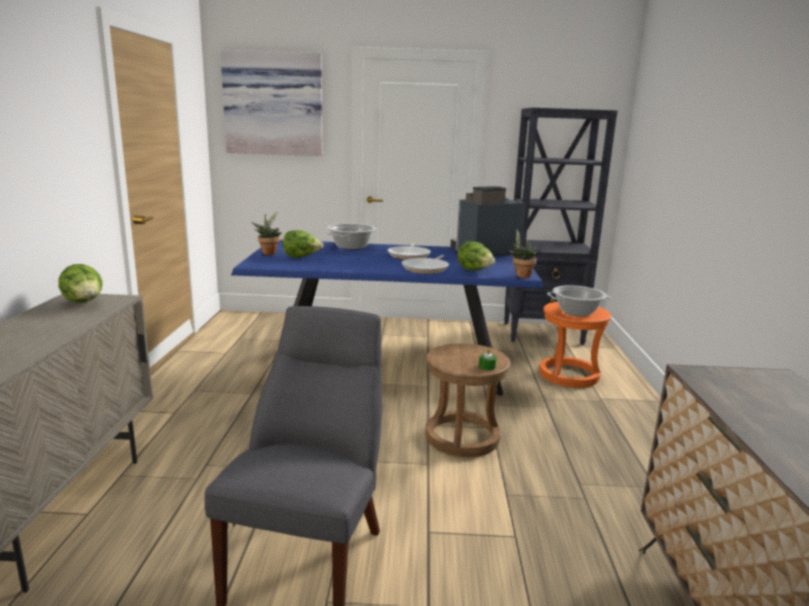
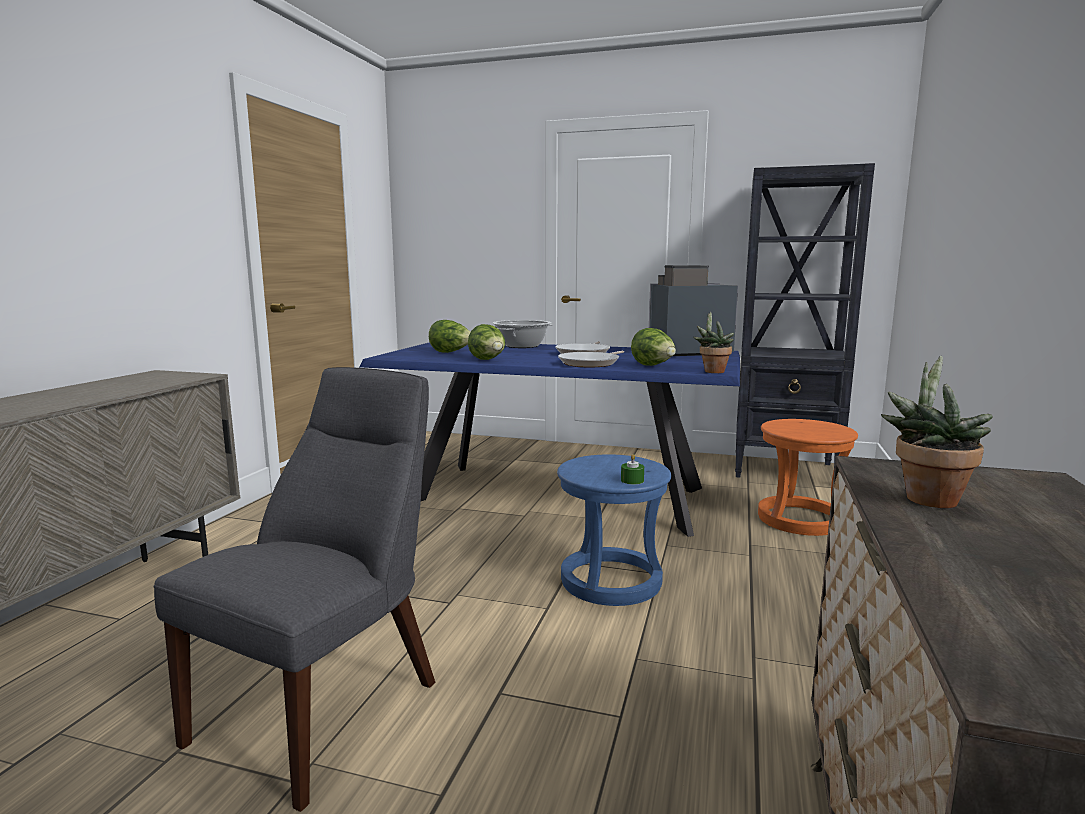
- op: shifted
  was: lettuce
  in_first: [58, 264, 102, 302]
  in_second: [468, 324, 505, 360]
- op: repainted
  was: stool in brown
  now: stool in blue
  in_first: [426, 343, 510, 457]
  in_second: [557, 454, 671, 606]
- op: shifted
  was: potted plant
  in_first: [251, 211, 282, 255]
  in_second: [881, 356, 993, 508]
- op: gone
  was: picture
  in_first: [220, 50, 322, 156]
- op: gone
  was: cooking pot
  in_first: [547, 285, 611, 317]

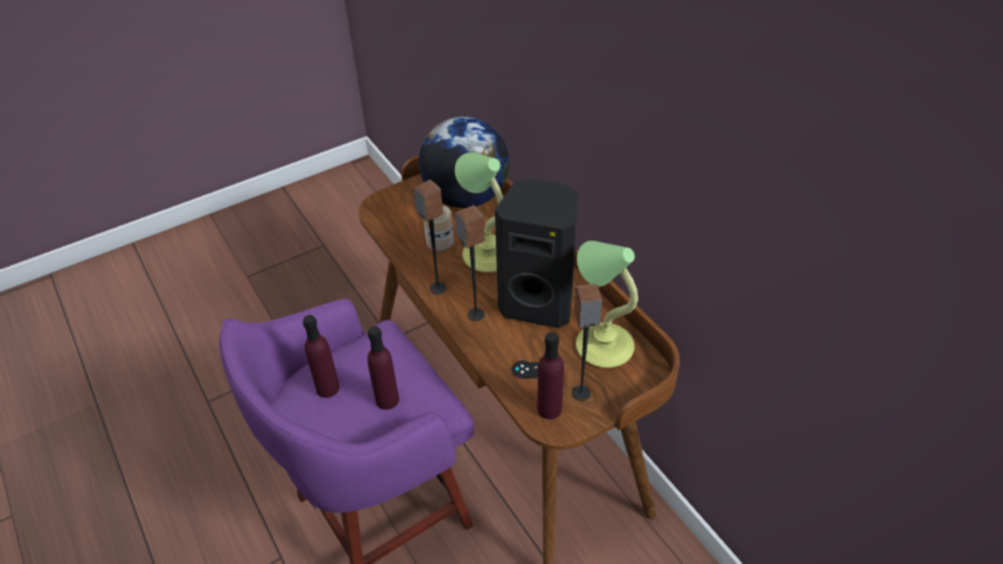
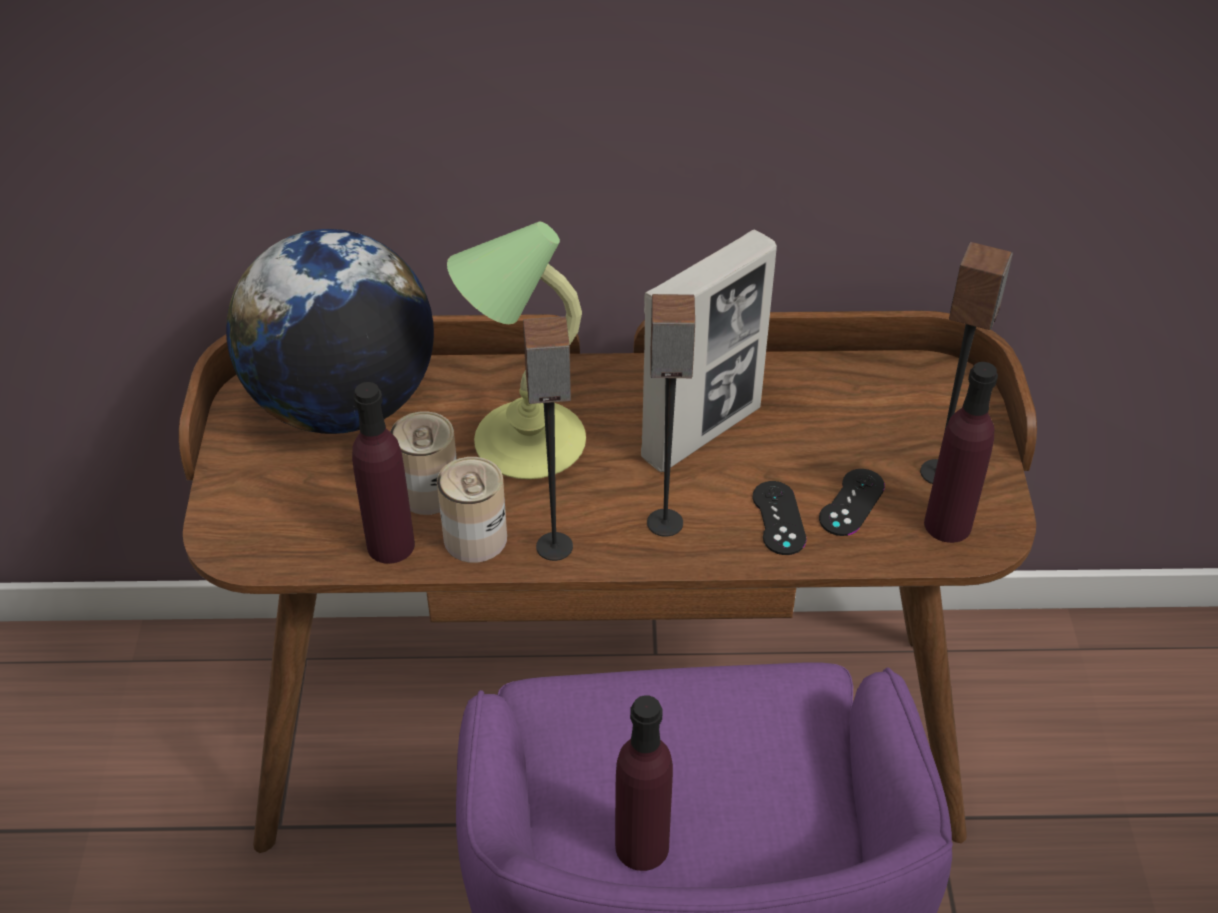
- op: shifted
  was: bottle in purple
  in_first: [367, 326, 399, 410]
  in_second: [352, 382, 415, 564]
- op: new
  now: can
  in_second: [437, 457, 507, 563]
- op: swapped
  was: speaker in black
  now: picture frame
  in_first: [495, 178, 578, 328]
  in_second: [641, 229, 777, 472]
- op: new
  now: game controller in black
  in_second: [753, 481, 806, 555]
- op: gone
  was: table lamp
  in_first: [576, 241, 638, 368]

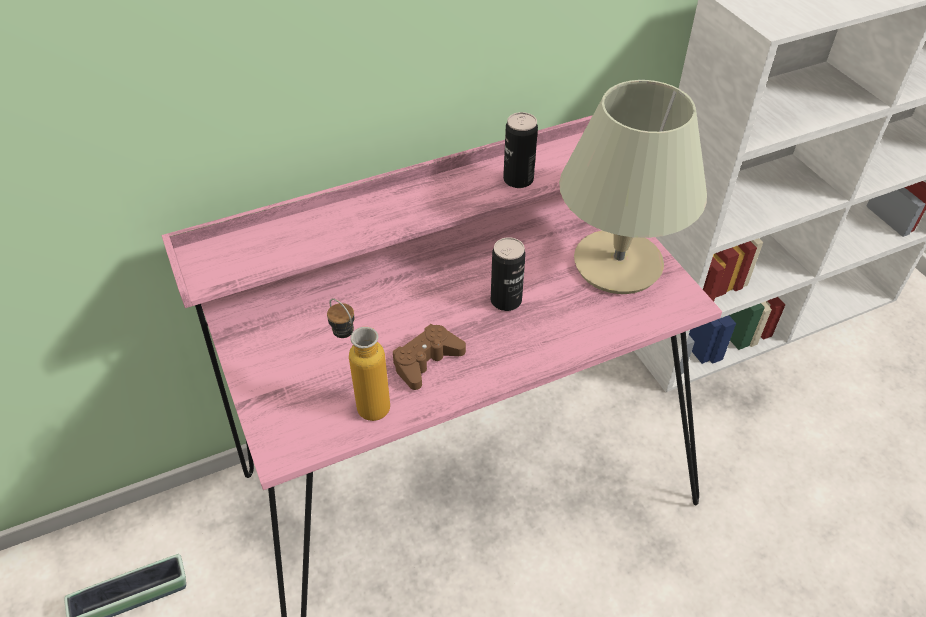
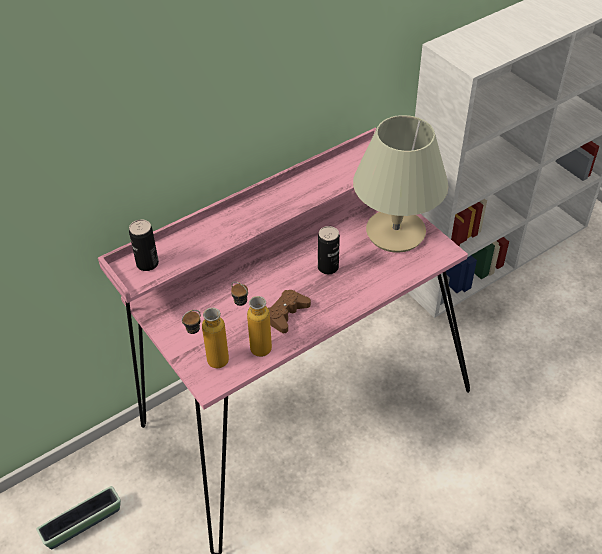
- op: shifted
  was: can
  in_first: [503, 112, 538, 188]
  in_second: [129, 219, 159, 271]
- op: new
  now: bottle
  in_second: [182, 308, 229, 368]

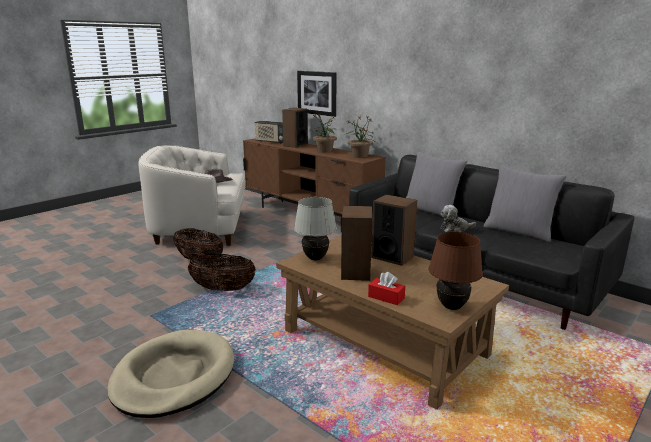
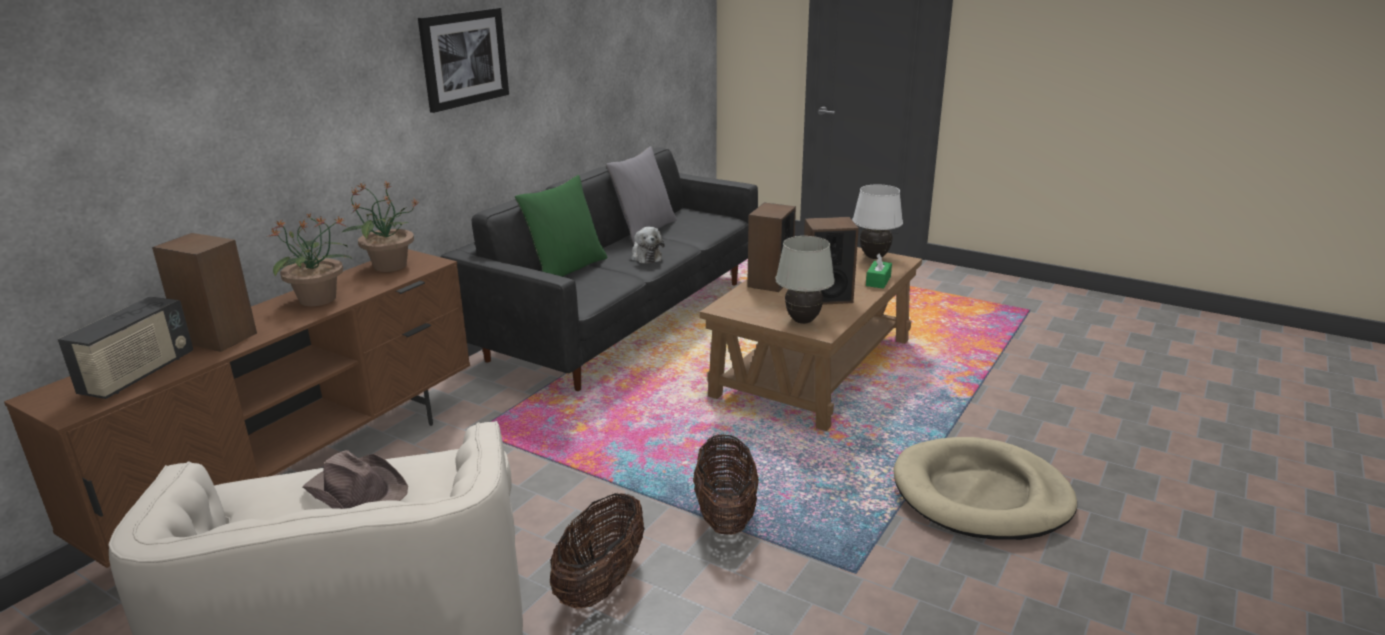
- op: shifted
  was: picture
  in_first: [297, 71, 337, 117]
  in_second: [418, 7, 509, 113]
- op: repainted
  was: pillow in grey
  now: pillow in green
  in_first: [406, 152, 467, 216]
  in_second: [515, 175, 607, 277]
- op: repainted
  was: table lamp in brown
  now: table lamp in white
  in_first: [429, 232, 483, 310]
  in_second: [852, 184, 903, 259]
- op: repainted
  was: tissue box in red
  now: tissue box in green
  in_first: [368, 272, 405, 305]
  in_second: [866, 254, 892, 289]

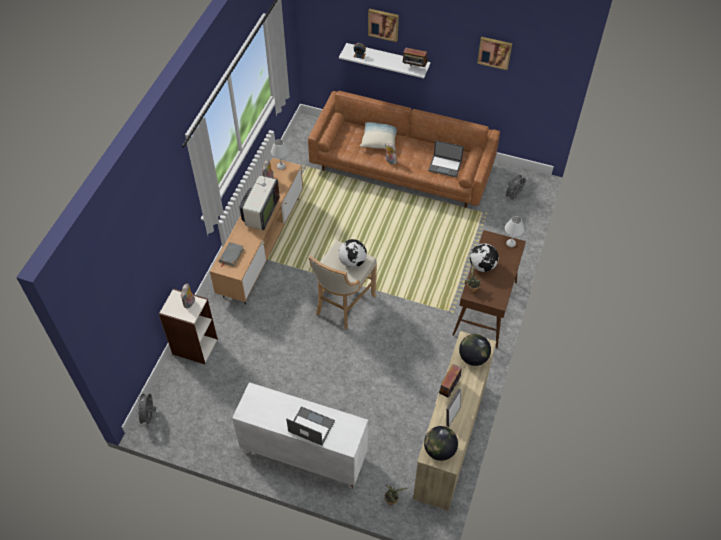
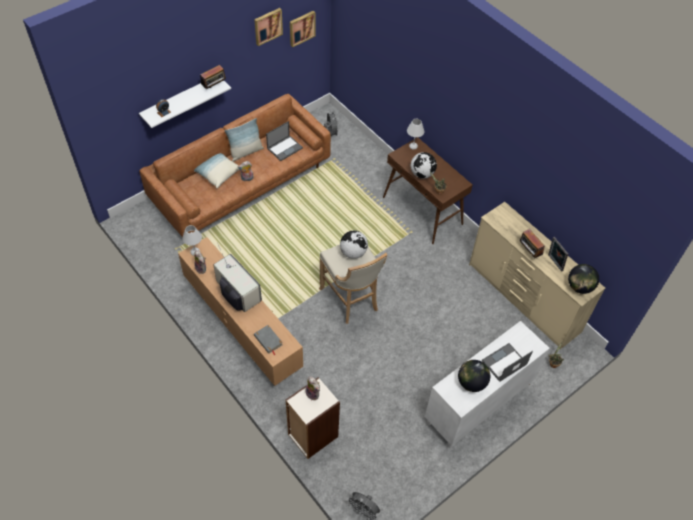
- op: new
  now: pillow
  in_second: [224, 118, 264, 162]
- op: shifted
  was: picture
  in_first: [368, 9, 399, 42]
  in_second: [290, 11, 316, 47]
- op: shifted
  was: globe
  in_first: [459, 334, 491, 366]
  in_second: [458, 360, 490, 392]

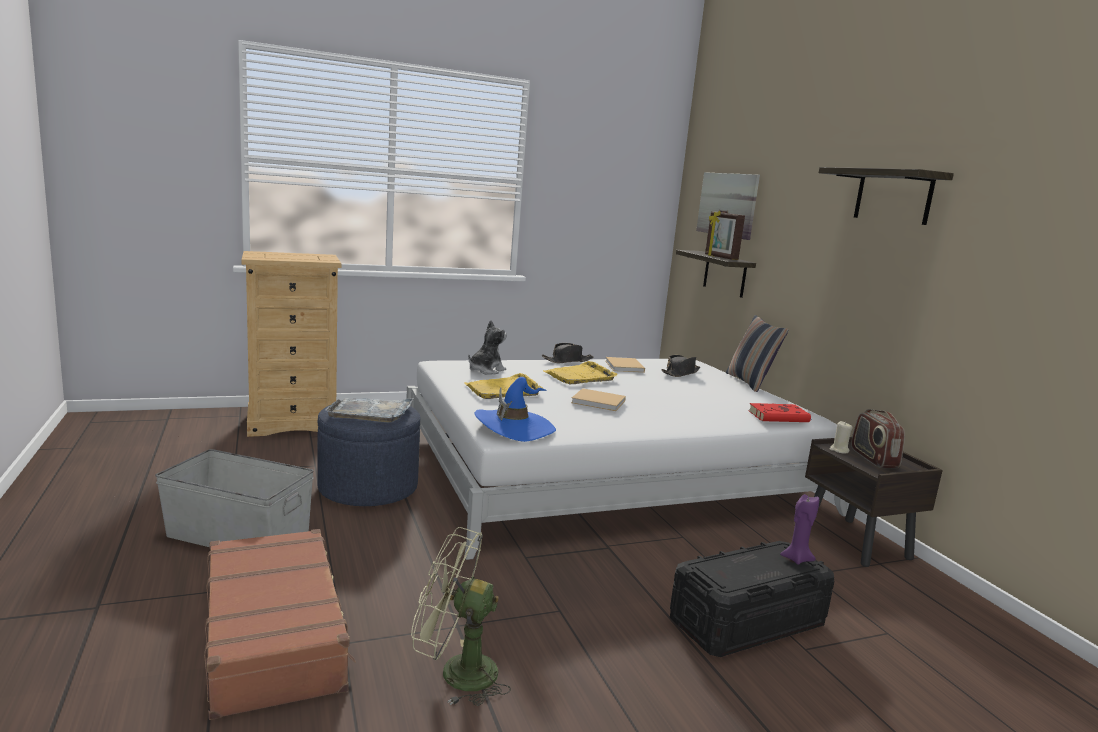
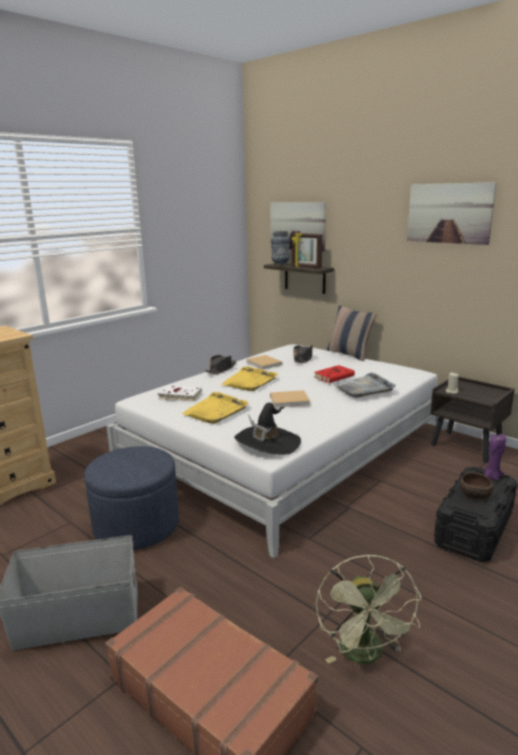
- op: swapped
  was: plush toy
  now: book in white
  in_first: [468, 320, 507, 375]
  in_second: [157, 385, 202, 402]
- op: repainted
  was: hat in blue
  now: hat in black
  in_first: [475, 377, 556, 442]
  in_second: [234, 403, 301, 455]
- op: new
  now: vase
  in_second: [271, 231, 290, 266]
- op: shifted
  was: book in red
  in_first: [748, 403, 813, 422]
  in_second: [314, 365, 355, 383]
- op: rotated
  was: fan in green
  in_first: [411, 527, 511, 706]
  in_second: [316, 554, 422, 664]
  clockwise: -75
- op: shifted
  was: tray in grey
  in_first: [325, 398, 414, 422]
  in_second: [333, 372, 396, 398]
- op: swapped
  was: shelf
  now: picture
  in_first: [819, 167, 954, 225]
  in_second: [407, 182, 497, 245]
- op: new
  now: bowl in brown
  in_second: [460, 472, 493, 500]
- op: gone
  was: radio
  in_first: [851, 409, 905, 468]

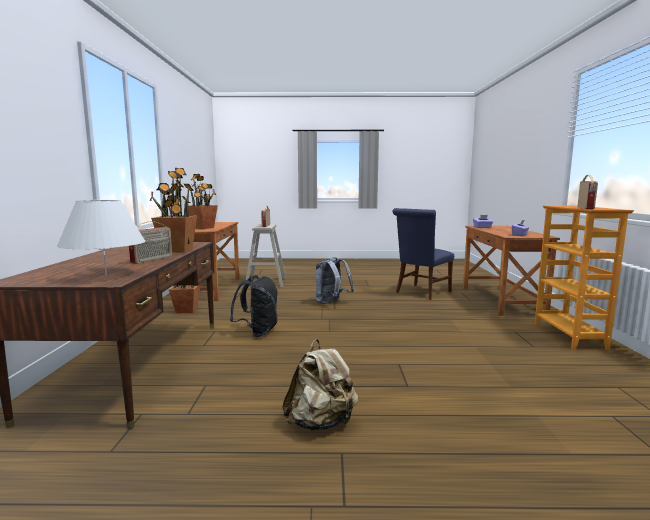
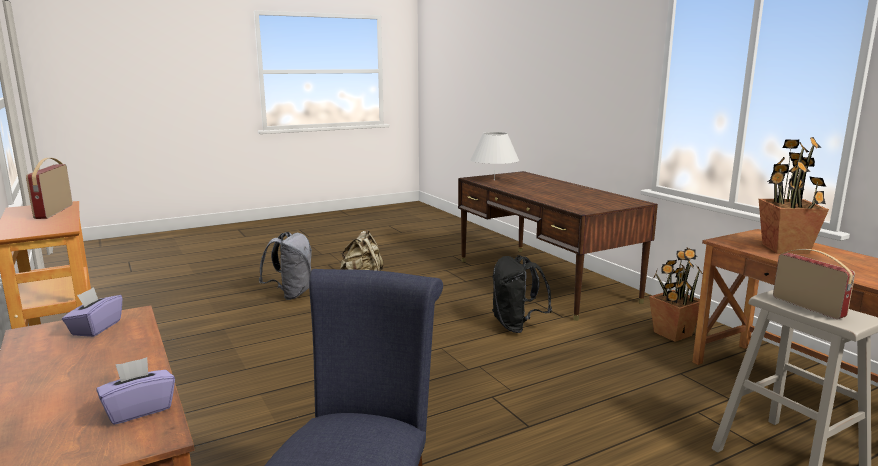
- op: shifted
  was: backpack in grey
  in_first: [316, 257, 354, 304]
  in_second: [259, 232, 312, 300]
- op: gone
  was: radio
  in_first: [129, 221, 172, 264]
- op: gone
  was: potted plant
  in_first: [150, 168, 197, 252]

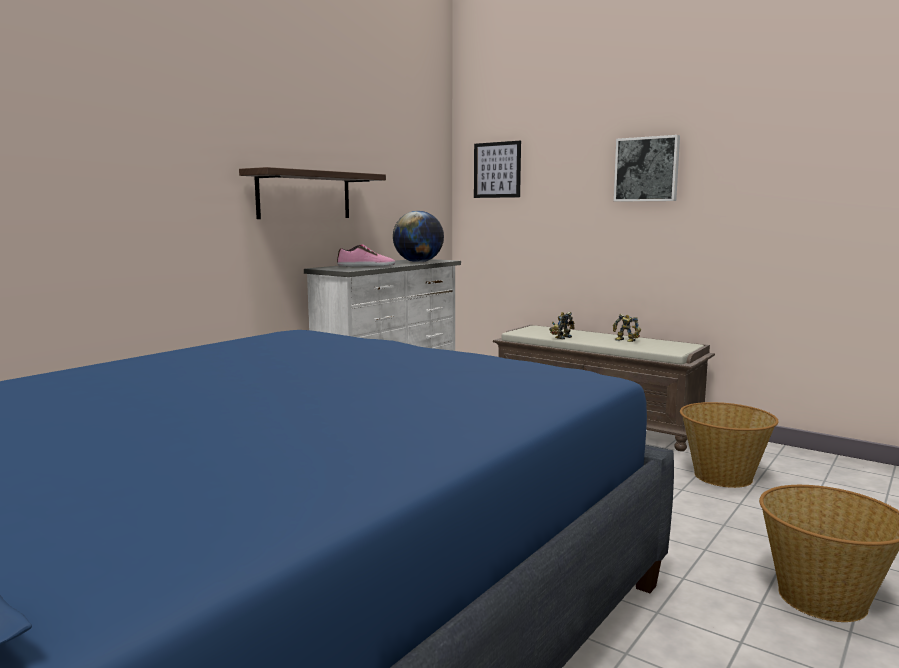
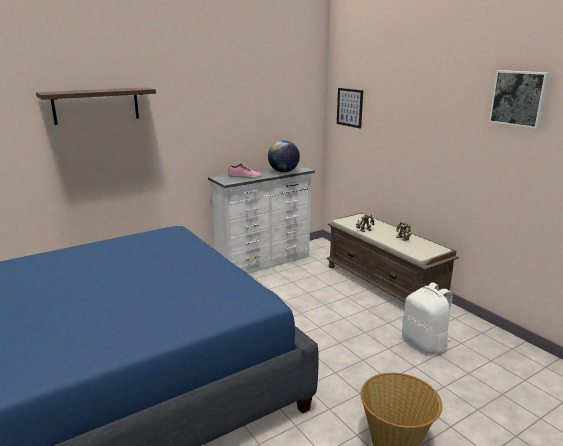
- op: shifted
  was: shelf
  in_first: [239, 167, 386, 219]
  in_second: [36, 87, 156, 125]
- op: swapped
  was: basket
  now: backpack in white
  in_first: [680, 402, 779, 488]
  in_second: [402, 282, 453, 354]
- op: shifted
  was: picture
  in_first: [614, 135, 680, 202]
  in_second: [489, 70, 550, 129]

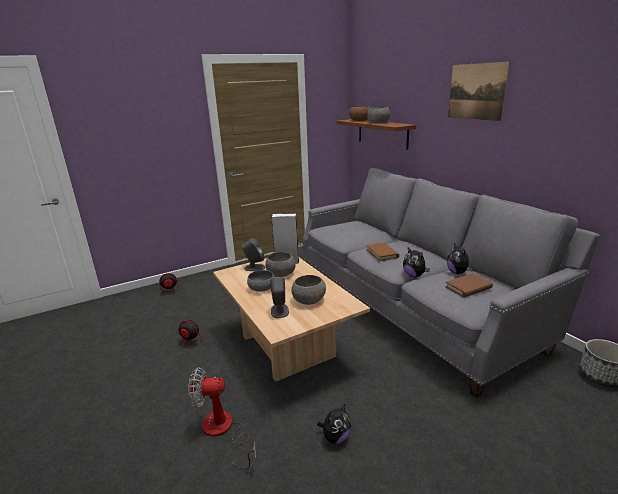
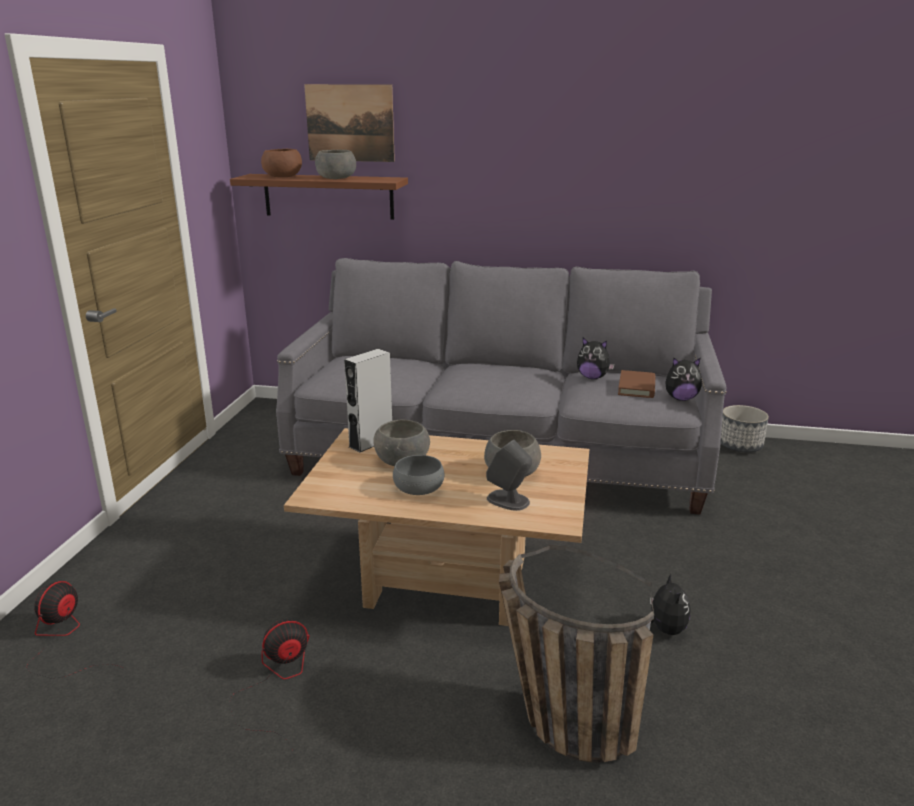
- op: shifted
  was: picture
  in_first: [448, 61, 510, 121]
  in_second: [304, 84, 395, 162]
- op: swapped
  was: fan
  now: basket
  in_first: [188, 367, 256, 469]
  in_second: [499, 545, 654, 762]
- op: shifted
  was: plush toy
  in_first: [403, 247, 430, 277]
  in_second: [666, 358, 702, 401]
- op: gone
  was: speaker in grey
  in_first: [242, 238, 265, 271]
- op: gone
  was: book in brown
  in_first: [366, 243, 399, 261]

